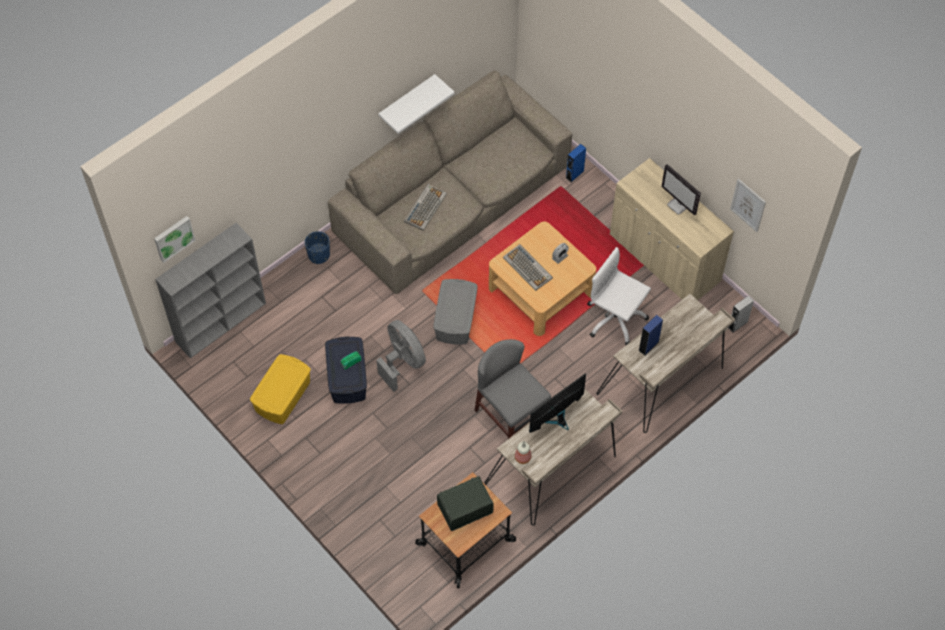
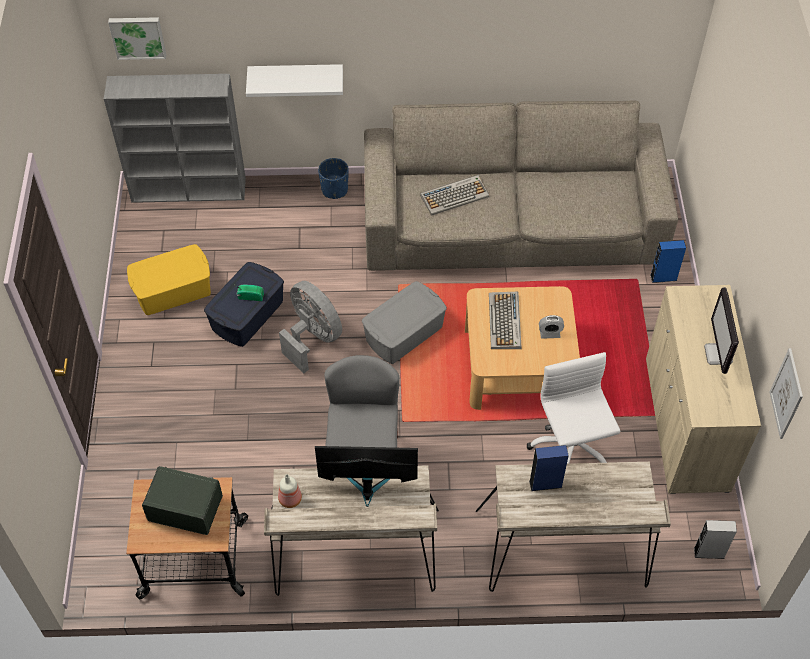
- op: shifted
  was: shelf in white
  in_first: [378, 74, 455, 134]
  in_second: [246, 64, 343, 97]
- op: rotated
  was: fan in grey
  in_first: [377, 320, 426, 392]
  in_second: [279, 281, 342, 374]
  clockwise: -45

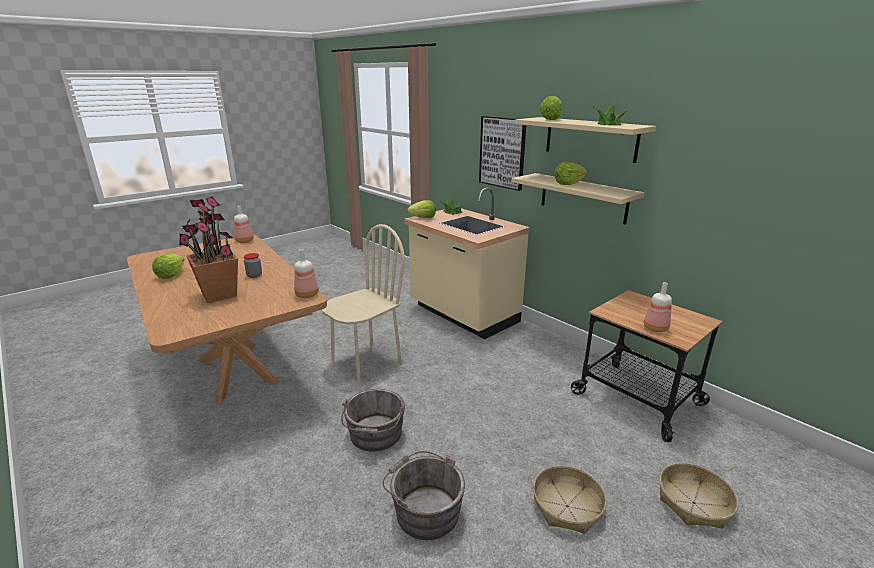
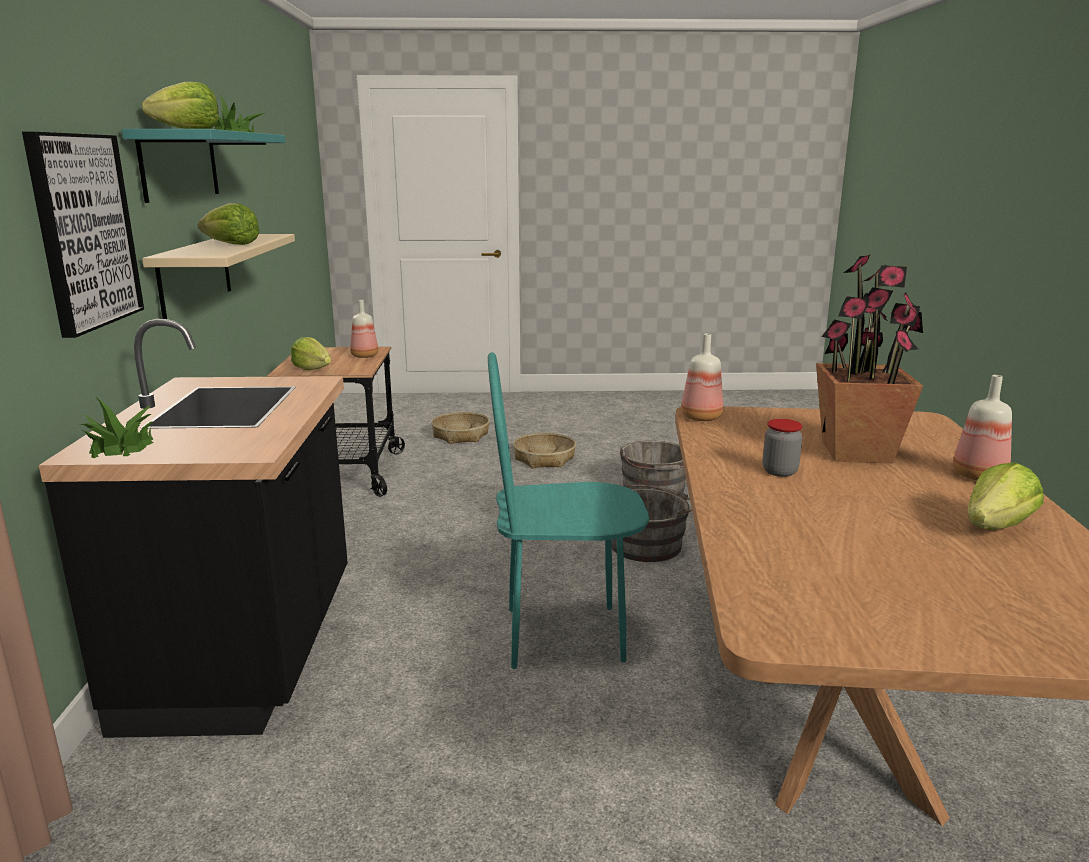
- op: repainted
  was: counter in beige
  now: counter in black
  in_first: [404, 188, 530, 339]
  in_second: [39, 319, 348, 738]
- op: repainted
  was: shelf in beige
  now: shelf in turquoise
  in_first: [515, 117, 656, 163]
  in_second: [122, 129, 285, 203]
- op: shifted
  was: lettuce
  in_first: [407, 200, 436, 218]
  in_second: [291, 337, 331, 370]
- op: repainted
  was: chair in beige
  now: chair in turquoise
  in_first: [322, 224, 405, 383]
  in_second: [488, 352, 649, 669]
- op: shifted
  was: bottle
  in_first: [234, 205, 254, 243]
  in_second: [953, 375, 1012, 481]

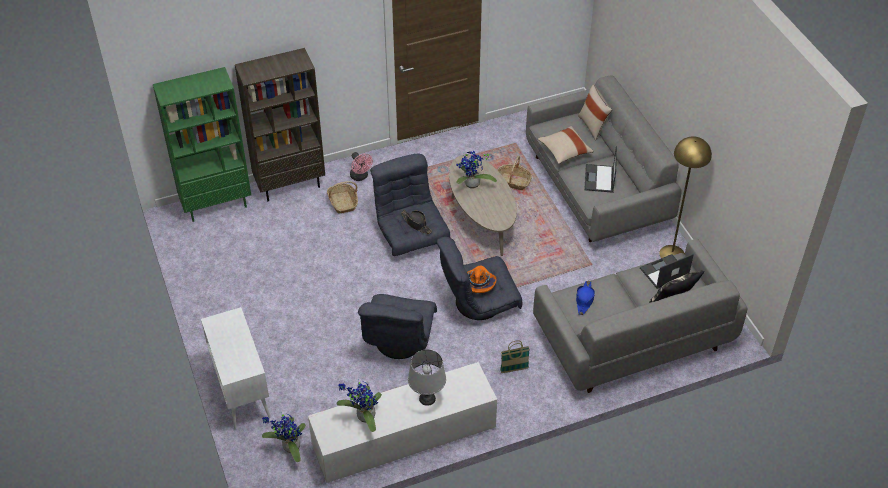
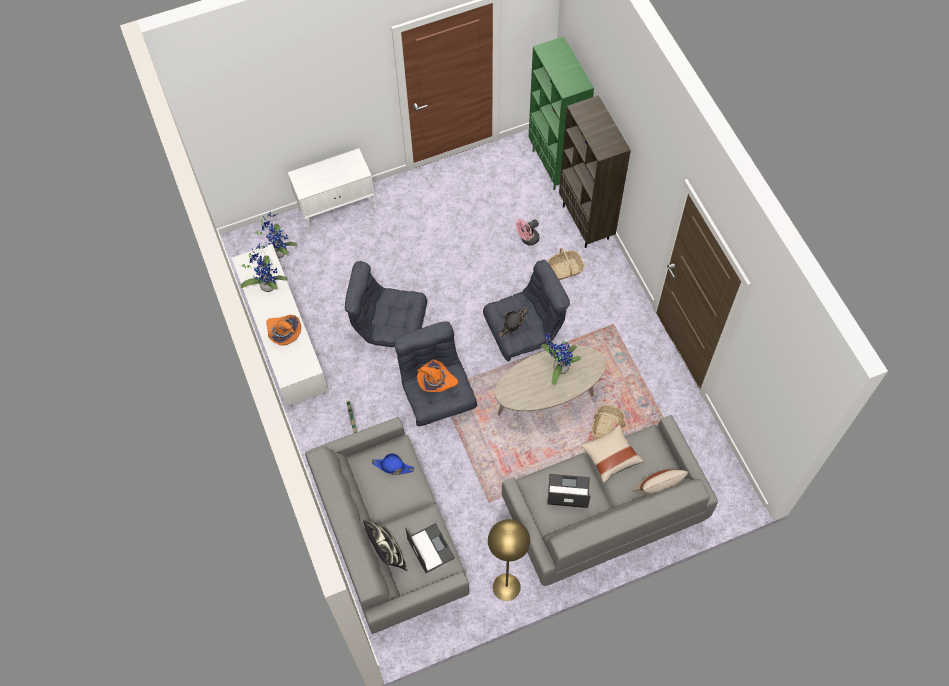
- op: swapped
  was: table lamp in grey
  now: hat in orange
  in_first: [408, 349, 446, 406]
  in_second: [266, 315, 301, 346]
- op: shifted
  was: fan in pink
  in_first: [350, 152, 373, 181]
  in_second: [516, 219, 540, 245]

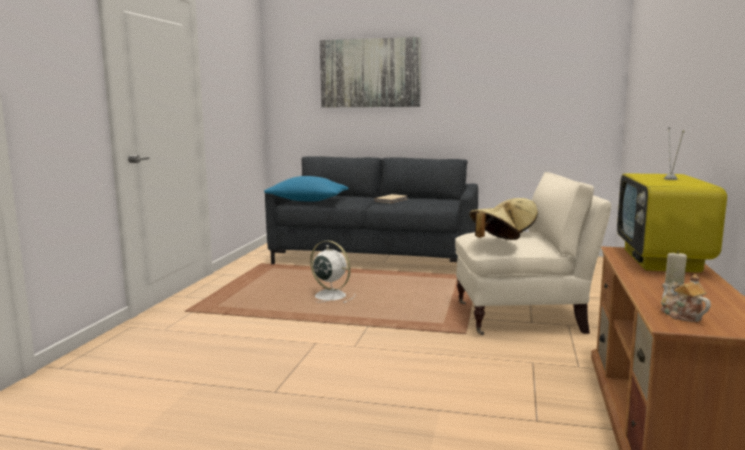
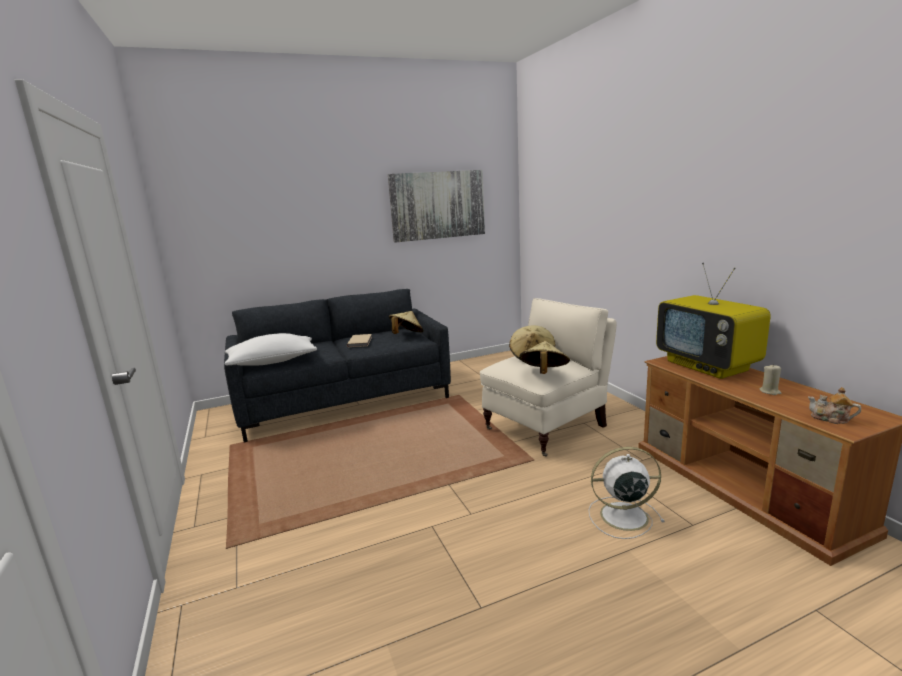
- op: repainted
  was: pillow in blue
  now: pillow in white
  in_first: [264, 176, 349, 202]
  in_second: [224, 333, 317, 366]
- op: shifted
  was: picture
  in_first: [320, 37, 421, 107]
  in_second: [388, 170, 485, 243]
- op: new
  now: hat in beige
  in_second: [389, 311, 424, 334]
- op: shifted
  was: fan in white
  in_first: [310, 240, 355, 303]
  in_second: [588, 447, 664, 539]

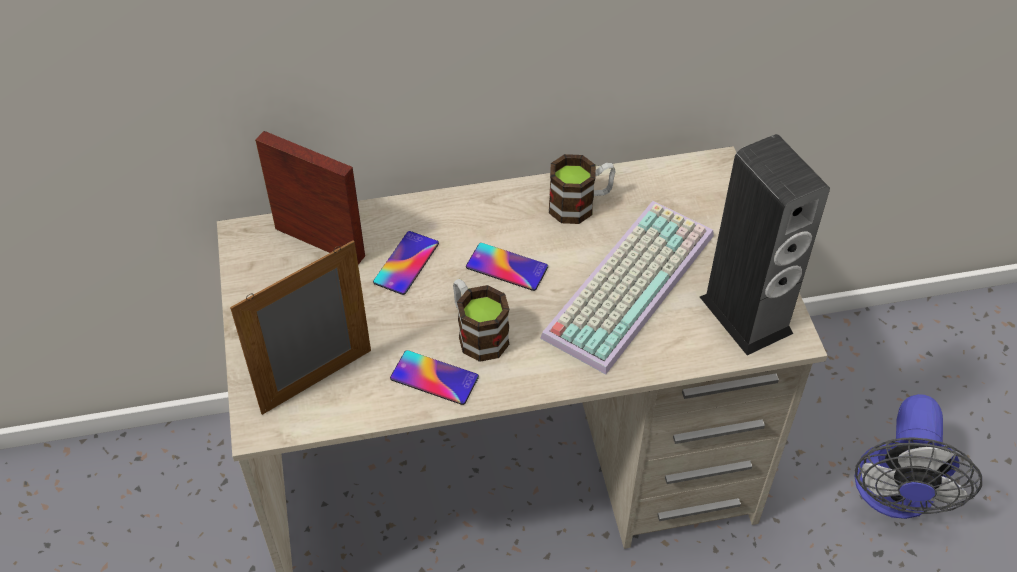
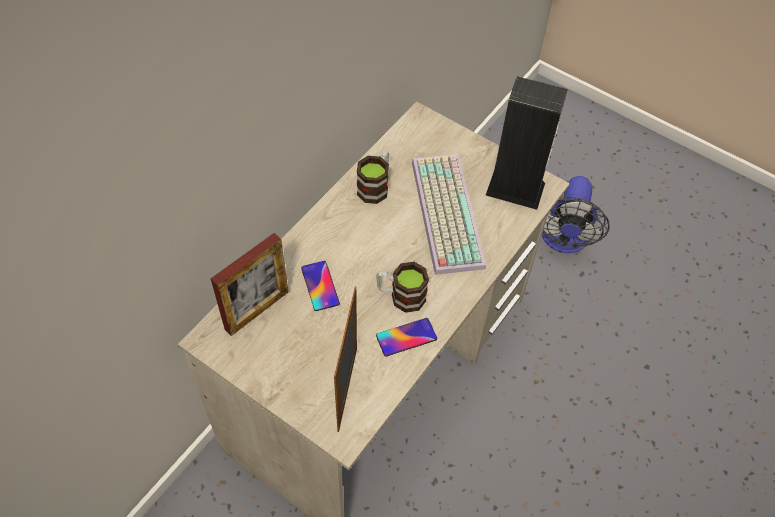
- op: rotated
  was: picture frame
  in_first: [255, 131, 365, 265]
  in_second: [211, 233, 289, 336]
  clockwise: 150
- op: rotated
  was: fan
  in_first: [854, 394, 982, 519]
  in_second: [542, 176, 610, 253]
  clockwise: 45
- op: gone
  was: phone
  in_first: [466, 243, 548, 291]

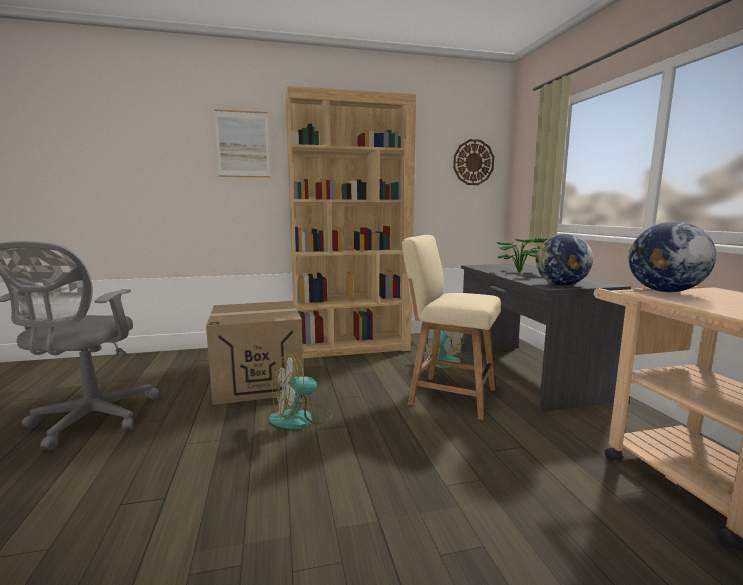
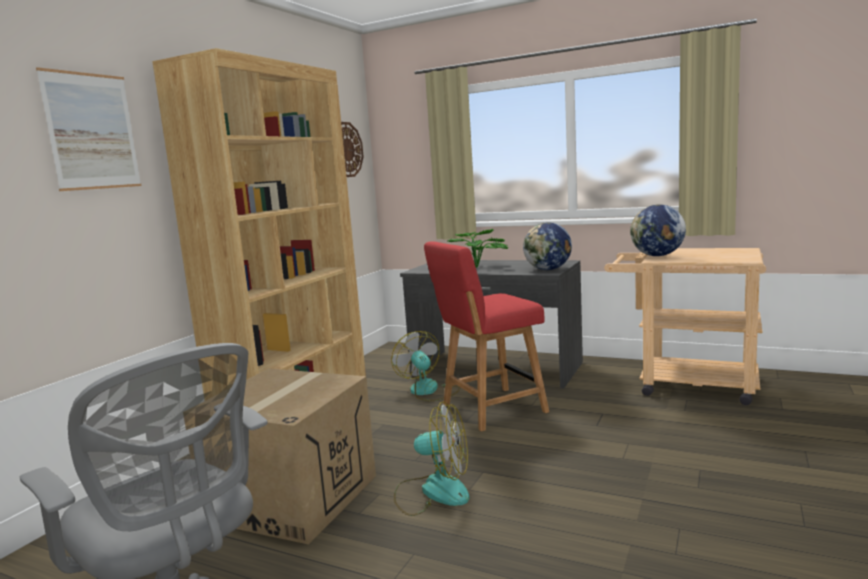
- op: rotated
  was: fan
  in_first: [269, 354, 333, 429]
  in_second: [394, 401, 469, 516]
  clockwise: -90
- op: repainted
  was: chair in beige
  now: chair in red
  in_first: [402, 235, 501, 420]
  in_second: [424, 241, 549, 432]

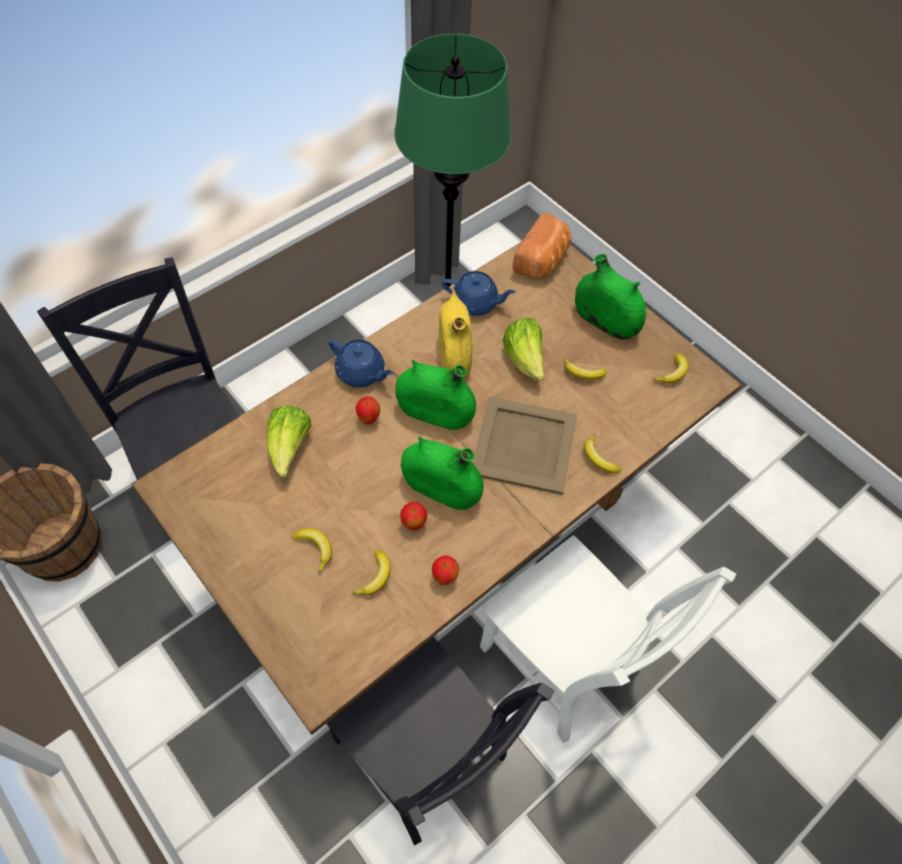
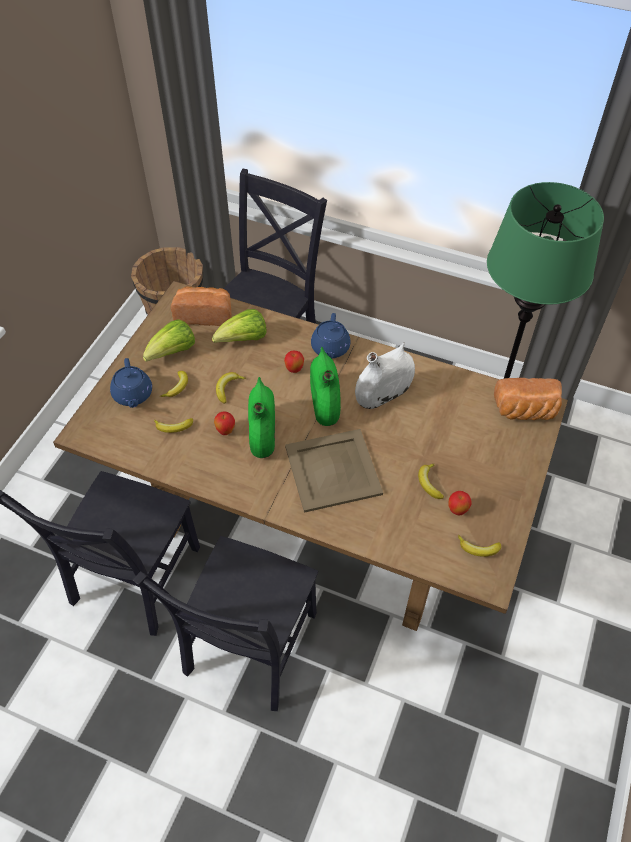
- op: shifted
  was: teapot in blue
  in_first: [442, 271, 516, 316]
  in_second: [110, 358, 152, 408]
- op: repainted
  was: chair in white
  now: chair in black
  in_first: [480, 535, 736, 743]
  in_second: [133, 536, 318, 711]
- op: shifted
  was: lettuce
  in_first: [503, 318, 545, 381]
  in_second: [143, 319, 195, 362]
- op: new
  now: bread
  in_second: [171, 287, 232, 326]
- op: shifted
  was: banana
  in_first: [584, 434, 621, 473]
  in_second: [216, 372, 246, 404]
- op: repainted
  was: vase in yellow
  now: vase in white
  in_first: [439, 290, 472, 380]
  in_second: [355, 343, 415, 409]
- op: shifted
  was: apple
  in_first: [432, 555, 459, 585]
  in_second: [448, 491, 471, 516]
- op: gone
  was: vase in green
  in_first: [575, 254, 646, 340]

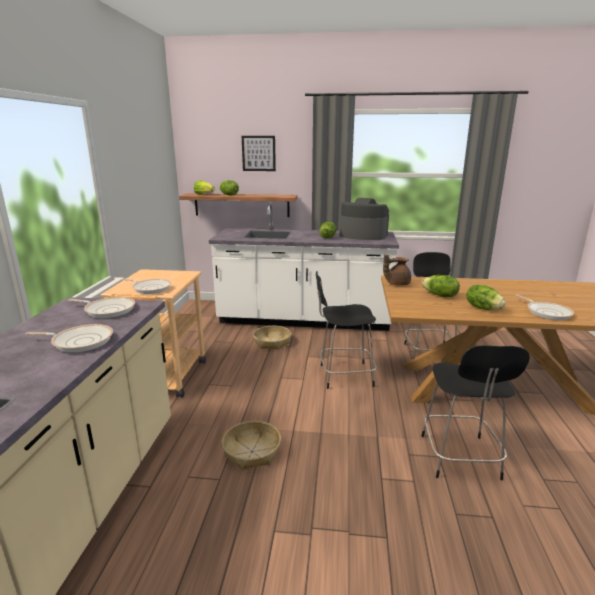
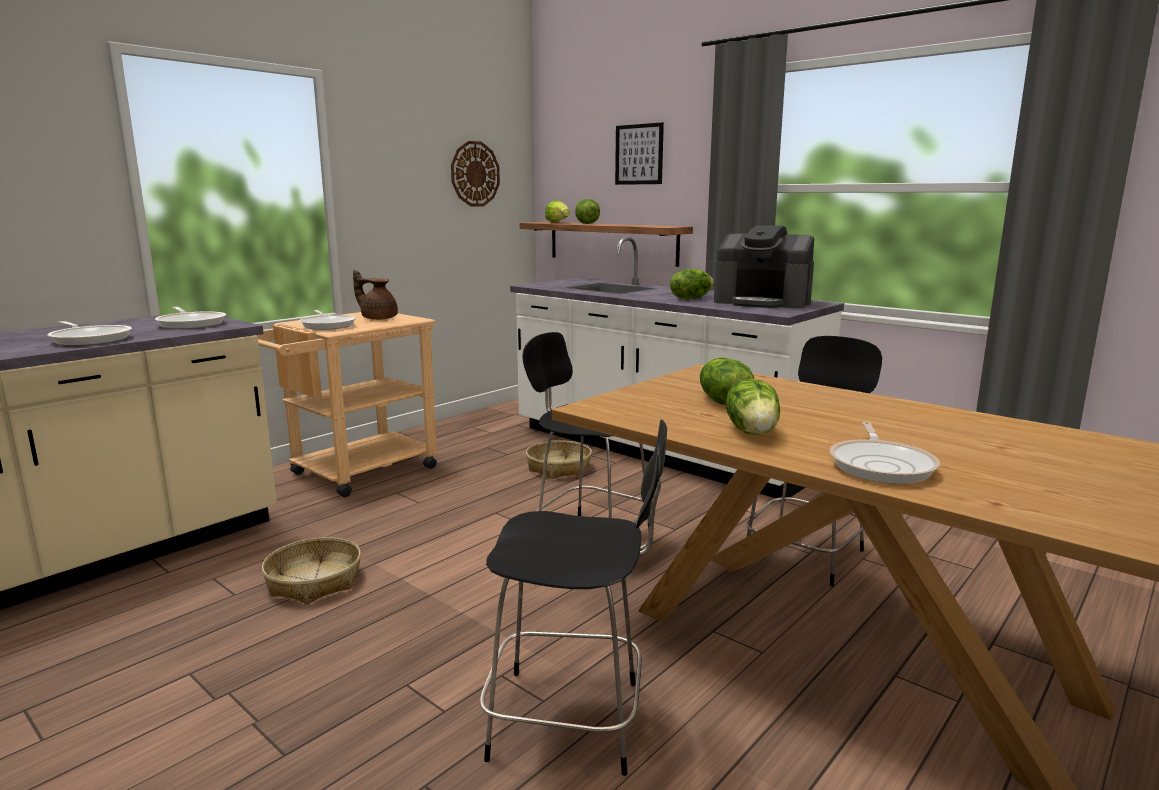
- op: shifted
  was: teapot in brown
  in_first: [383, 254, 411, 286]
  in_second: [353, 270, 398, 320]
- op: new
  now: wall clock
  in_second: [451, 141, 500, 207]
- op: rotated
  was: chair in black
  in_first: [421, 345, 530, 480]
  in_second: [480, 419, 667, 776]
  clockwise: -120
- op: rotated
  was: coffee machine
  in_first: [340, 198, 389, 240]
  in_second: [714, 225, 814, 308]
  clockwise: 150

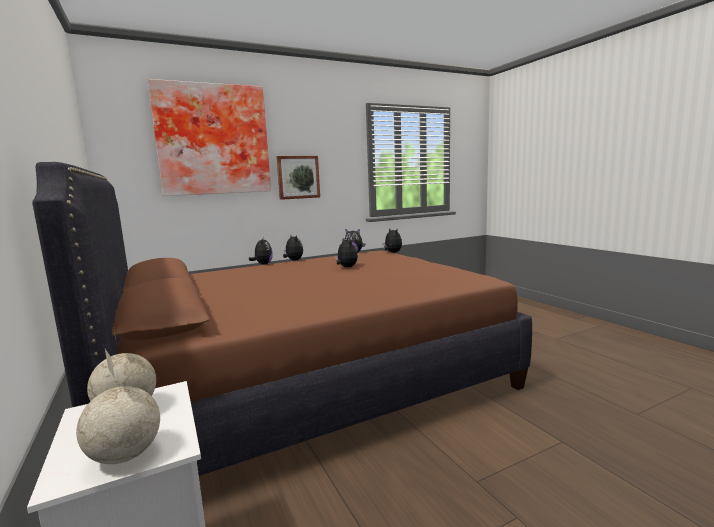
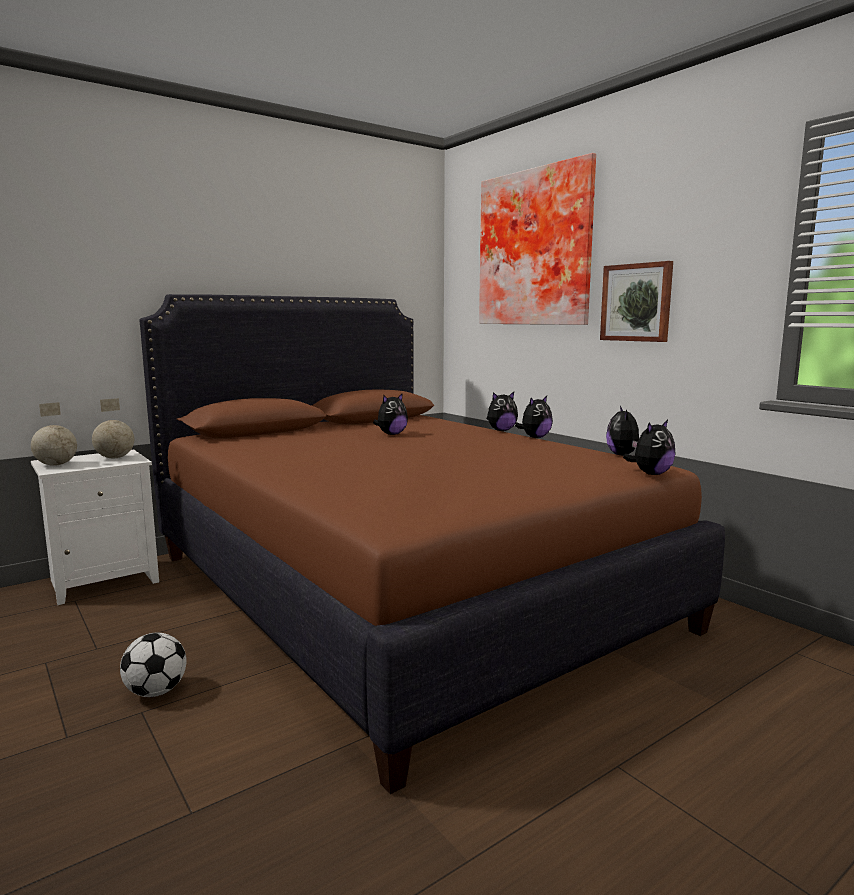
- op: new
  now: football
  in_second: [120, 633, 187, 697]
- op: shifted
  was: plush toy
  in_first: [335, 238, 358, 267]
  in_second: [373, 393, 408, 435]

